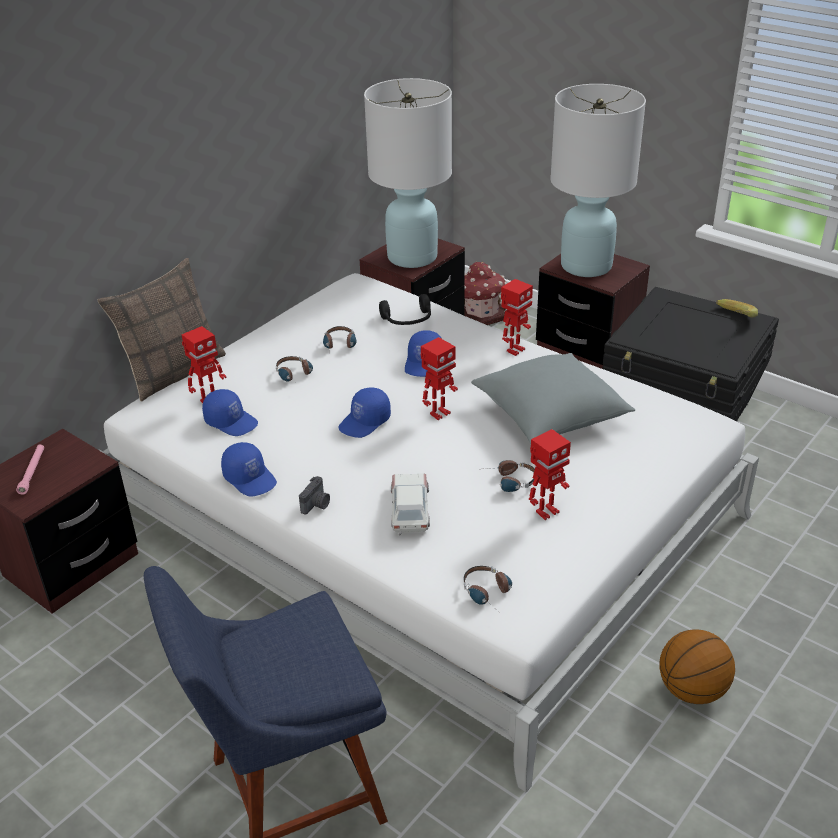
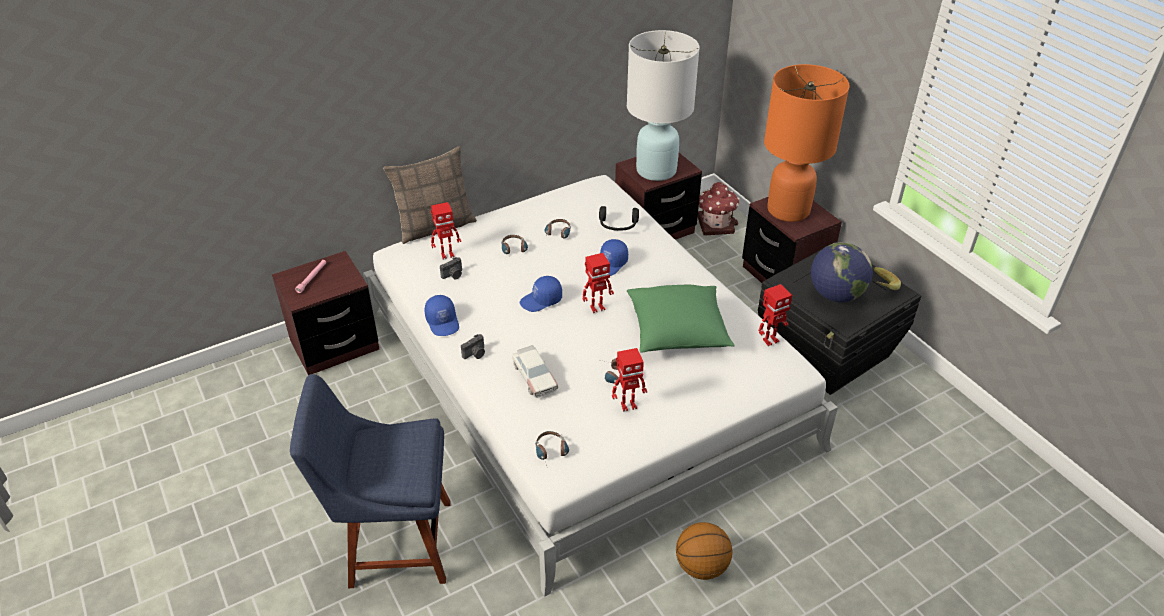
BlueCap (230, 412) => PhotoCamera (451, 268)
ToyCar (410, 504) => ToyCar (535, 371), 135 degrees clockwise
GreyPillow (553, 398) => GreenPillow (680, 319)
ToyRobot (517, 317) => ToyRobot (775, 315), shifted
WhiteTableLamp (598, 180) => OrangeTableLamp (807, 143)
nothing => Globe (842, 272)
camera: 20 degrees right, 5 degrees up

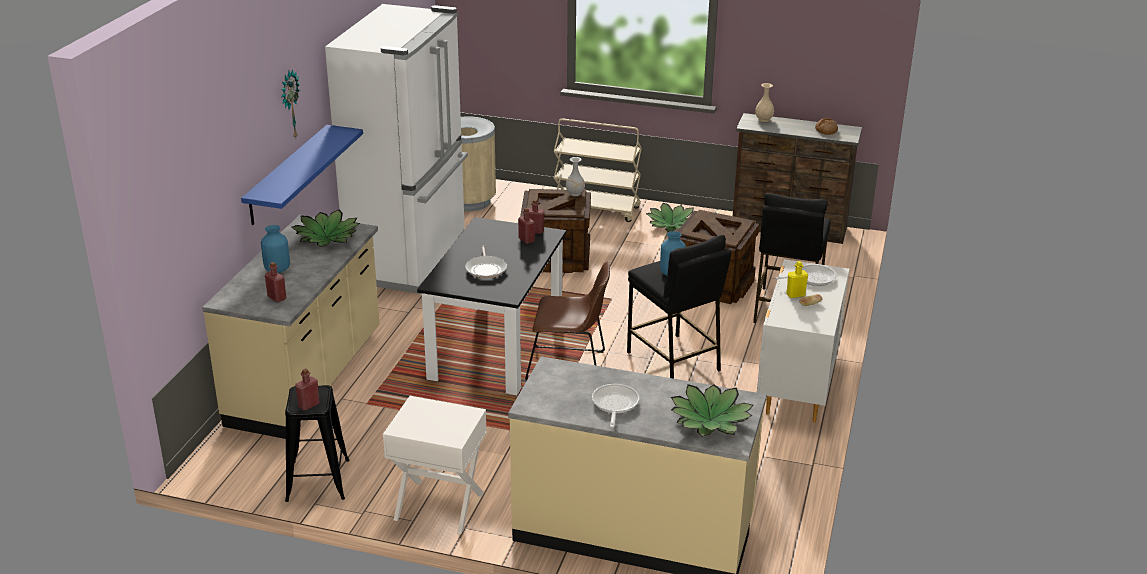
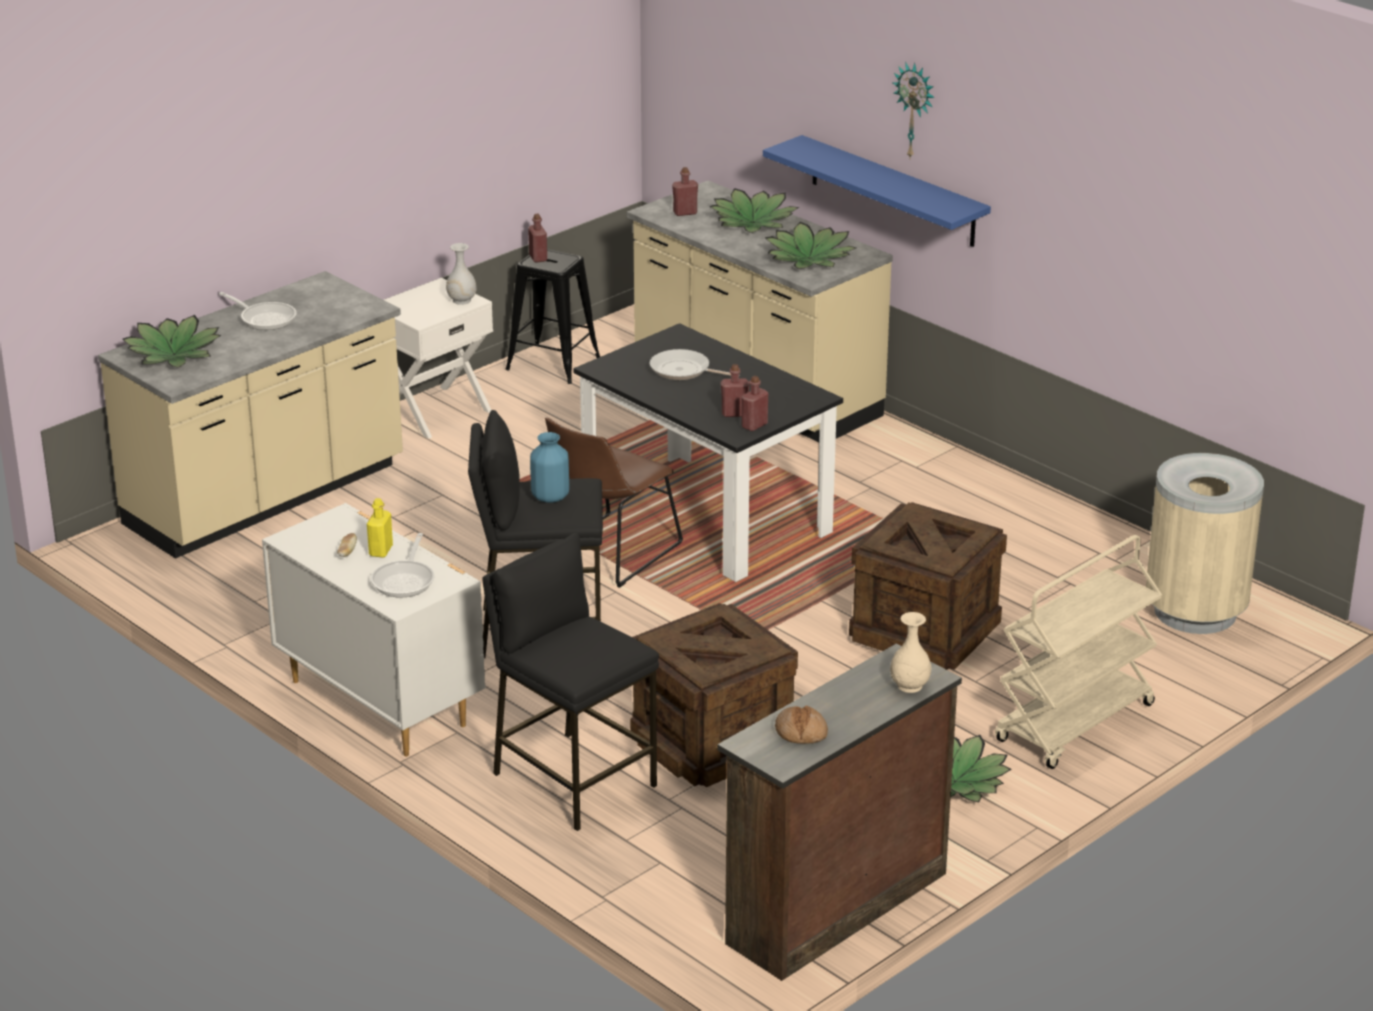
WhiteVase (575, 176) => WhiteVase (461, 274), shifted
BlueVase (275, 249) => PottedPlant (754, 210)
WhiteFridge (396, 149) => nothing
camera: 120 degrees right, 0 degrees up

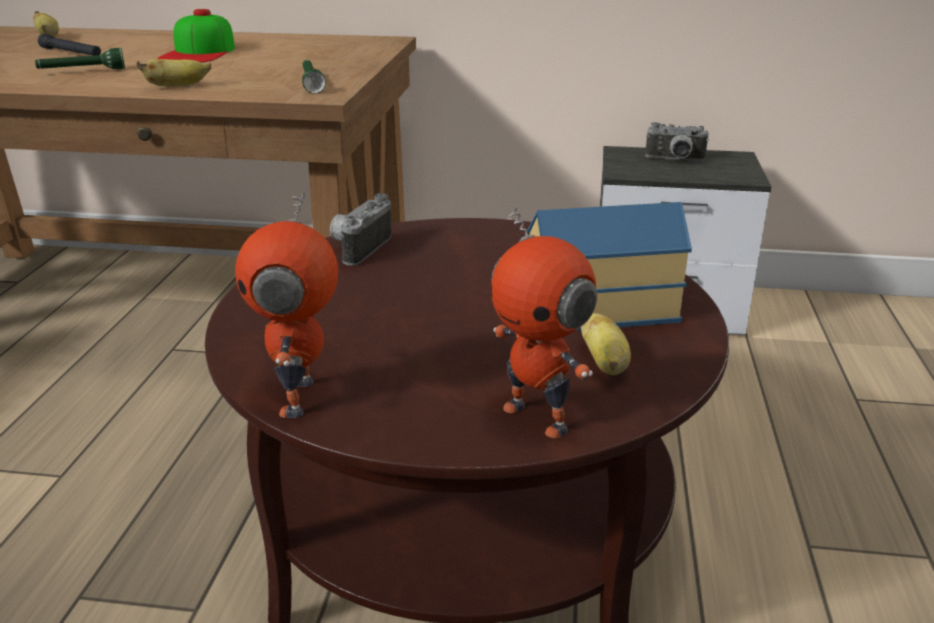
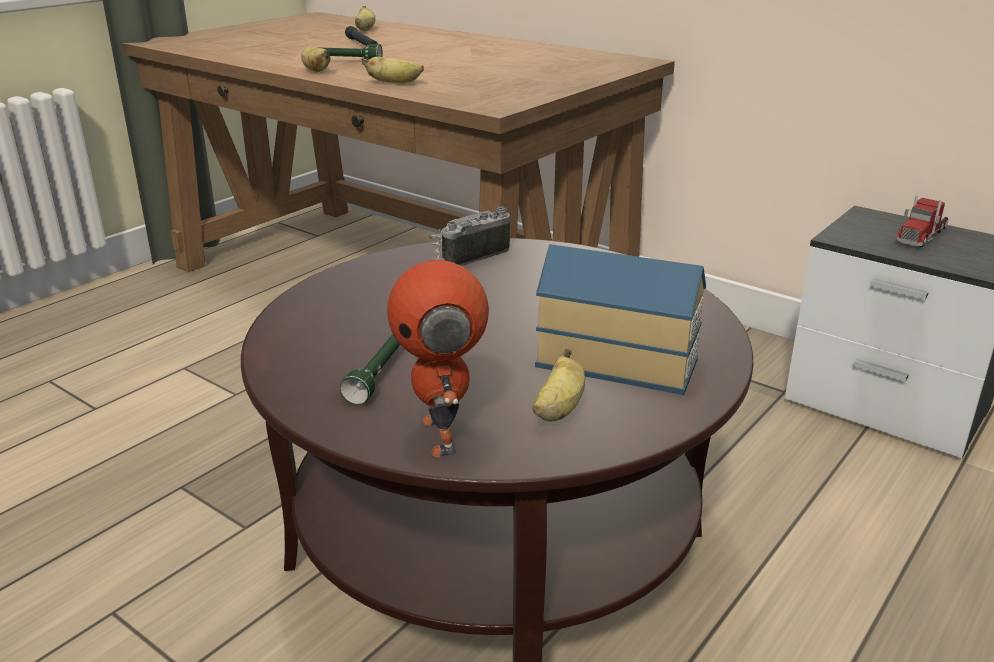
nothing => Banana (315, 59)
GreenFlashlight (314, 76) => GreenFlashlight (370, 369), shifted
PhotoCamera (677, 141) => ToyTruck (922, 221)
Cap (196, 36) => nothing
ToyRobot (286, 305) => nothing
camera: 30 degrees right, 0 degrees up

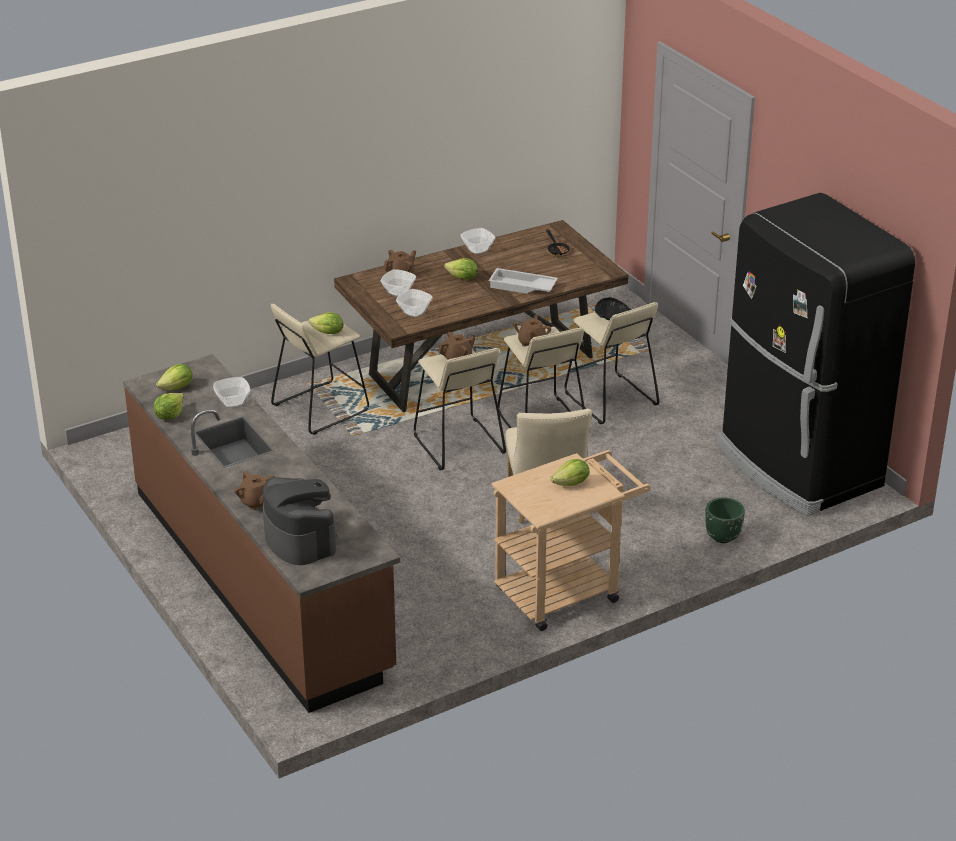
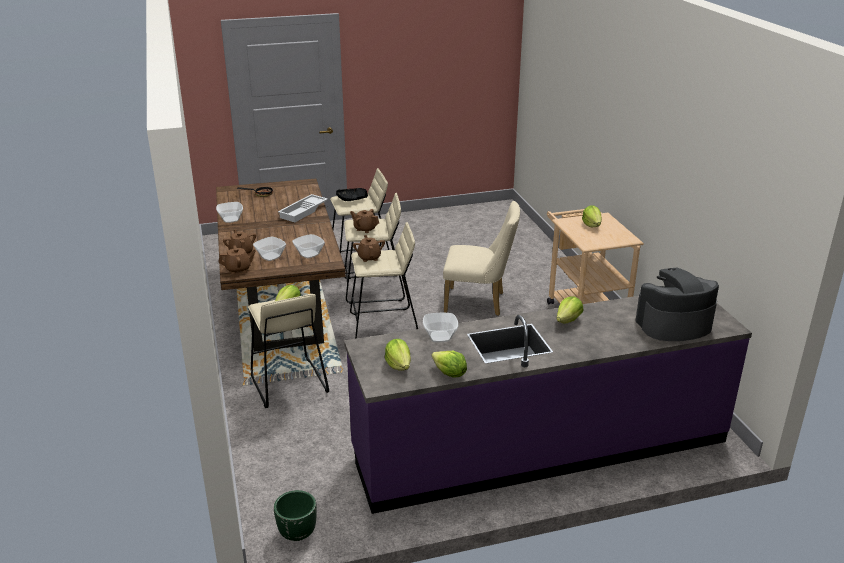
BrownTeapot (254, 490) => BrownTeapot (237, 259), shifted
GreenPlanter (725, 520) => GreenPlanter (295, 515), shifted
BrownCounter (261, 533) => PurpleCounter (548, 405)
Lettuce (461, 269) => Lettuce (570, 309), shifted
BlackFridge (816, 354) => nothing
camera: 75 degrees left, 5 degrees down

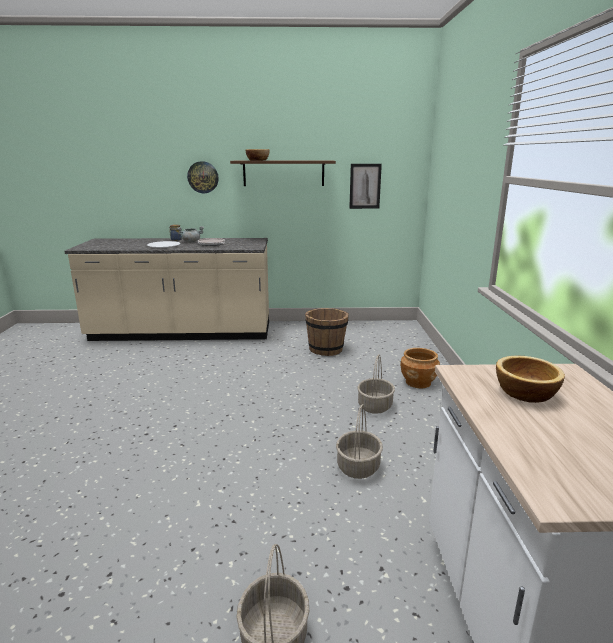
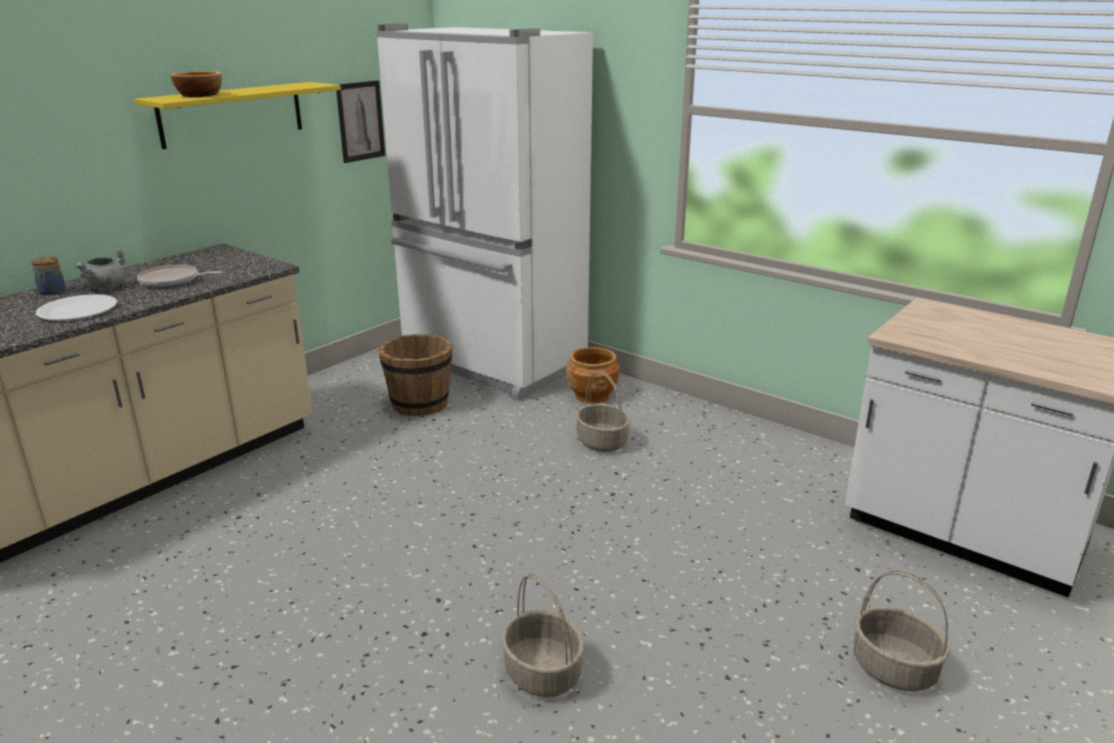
BrownShelf (283, 173) => YellowShelf (237, 115)
nothing => WhiteFridge (484, 212)
Basket (359, 441) => Basket (543, 635), shifted
WallClock (203, 177) => nothing
Bowl (530, 379) => nothing
camera: 50 degrees left, 5 degrees up

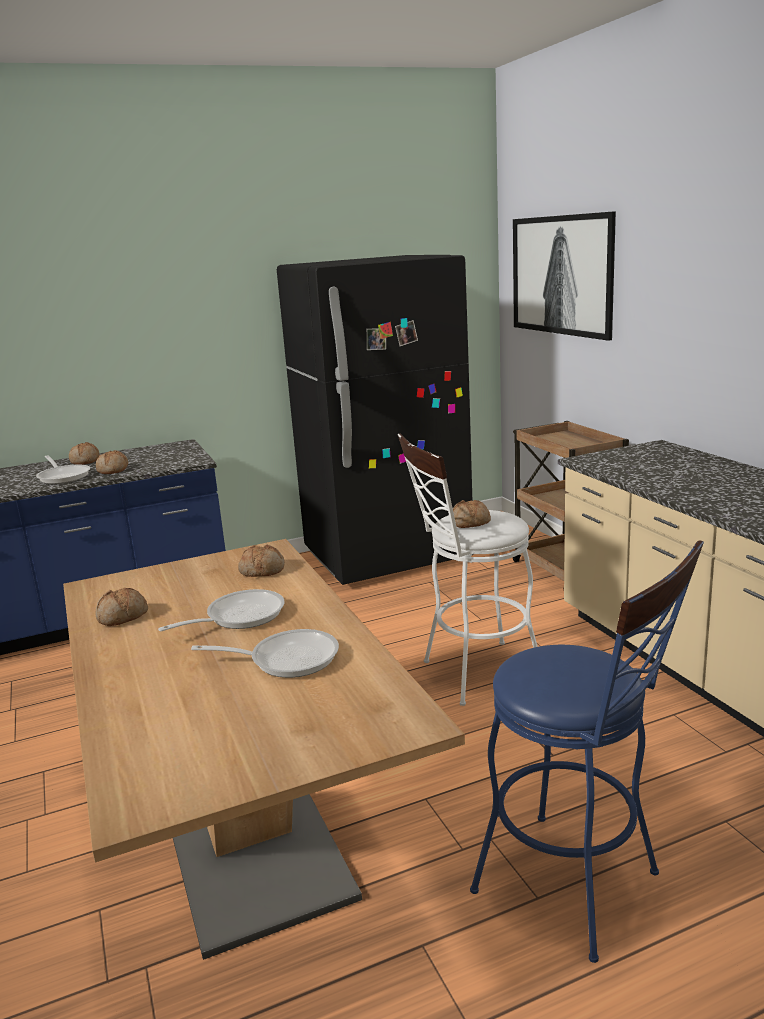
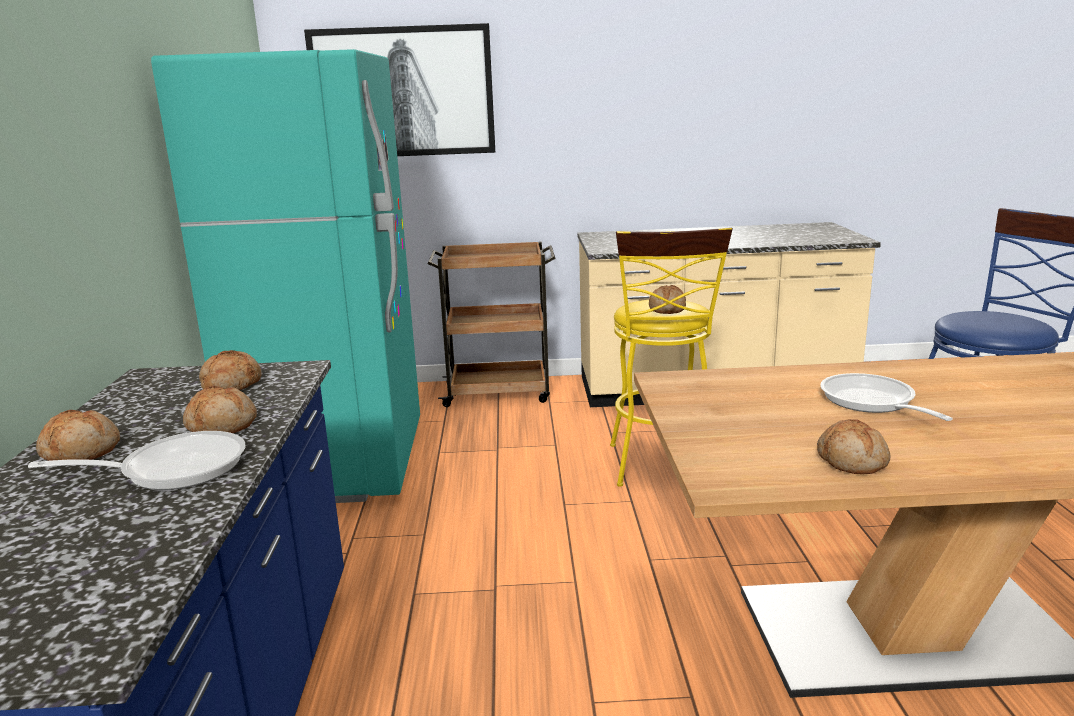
BlackFridge (375, 420) => TurquoiseFridge (285, 276)
Bread (261, 560) => Bread (230, 370), shifted
WhiteStool (468, 570) => YellowStool (671, 357)
FryingPan (265, 653) => nothing
camera: 70 degrees left, 0 degrees up

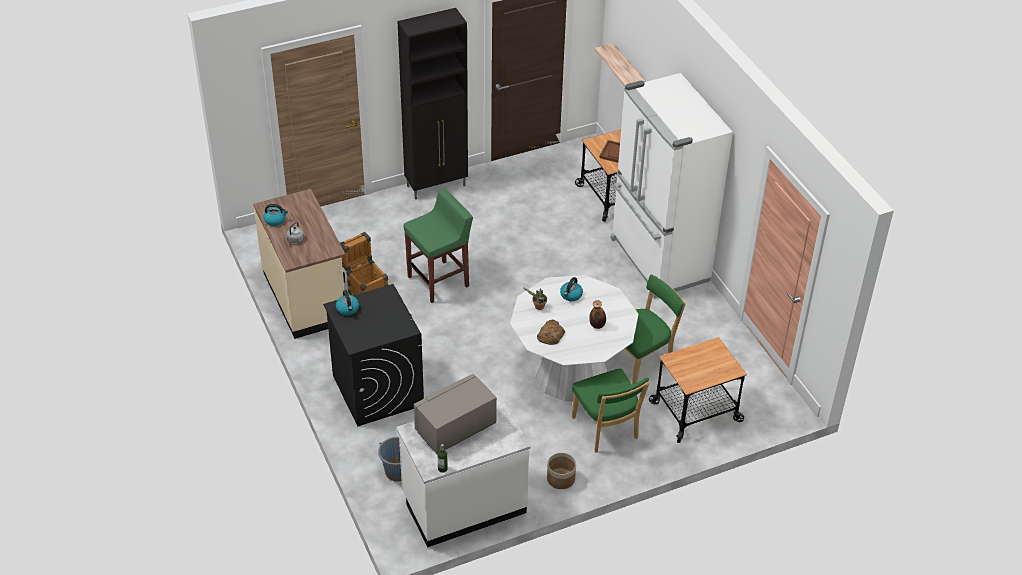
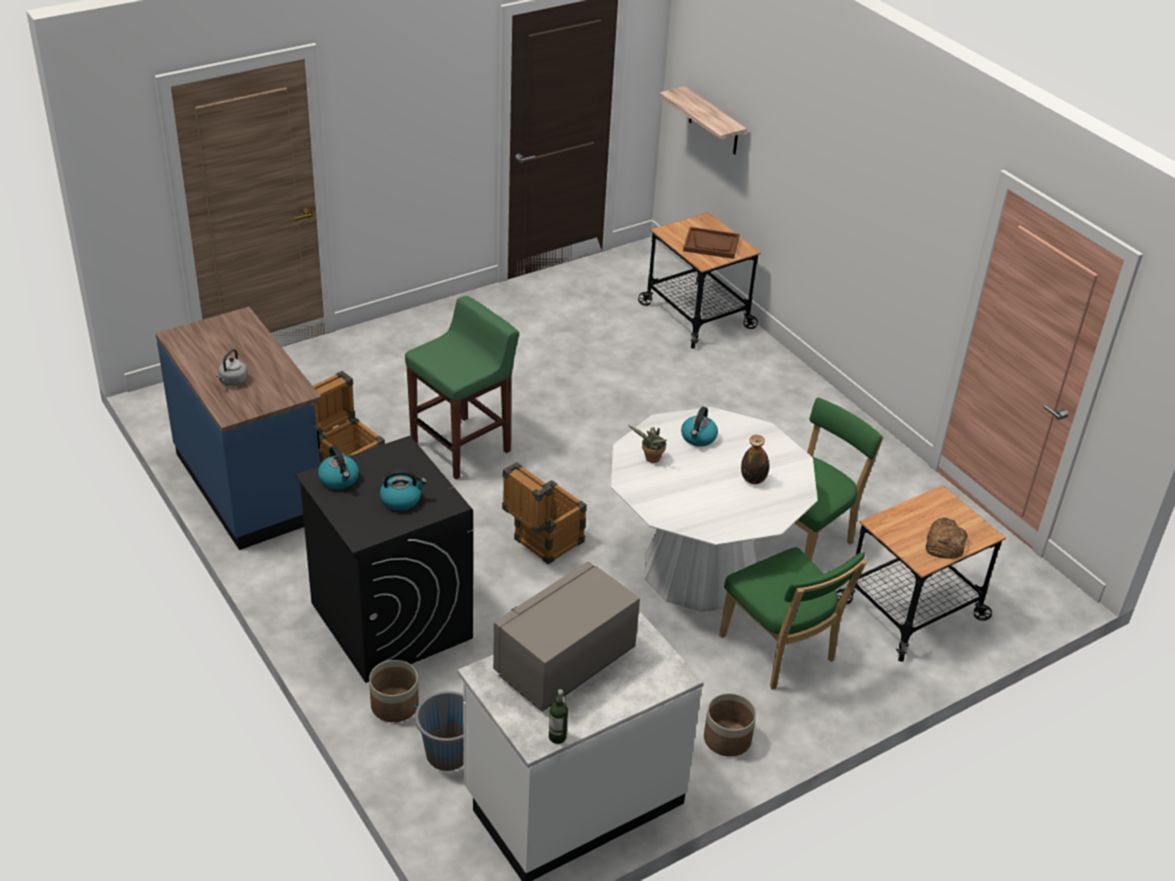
BeigeCounter (299, 264) => BlueCounter (238, 428)
nothing => Planter (394, 691)
Kettle (276, 215) => Kettle (403, 490), shifted
nothing => Crate (544, 513)
Bread (551, 332) => Bread (946, 538), shifted
BlackCabinet (432, 104) => nothing
WhiteFridge (671, 185) => nothing
camera: 10 degrees left, 5 degrees down

